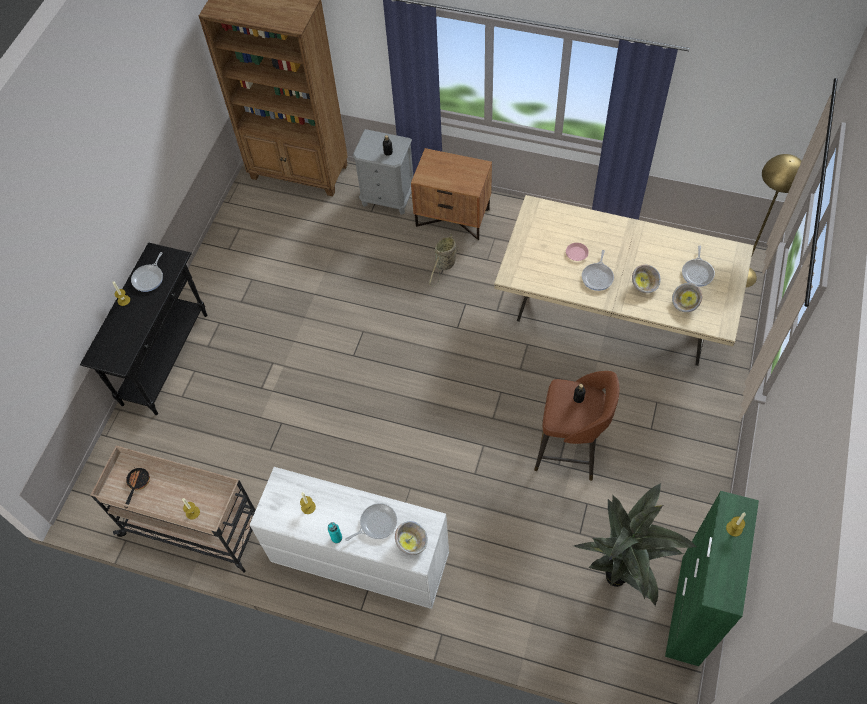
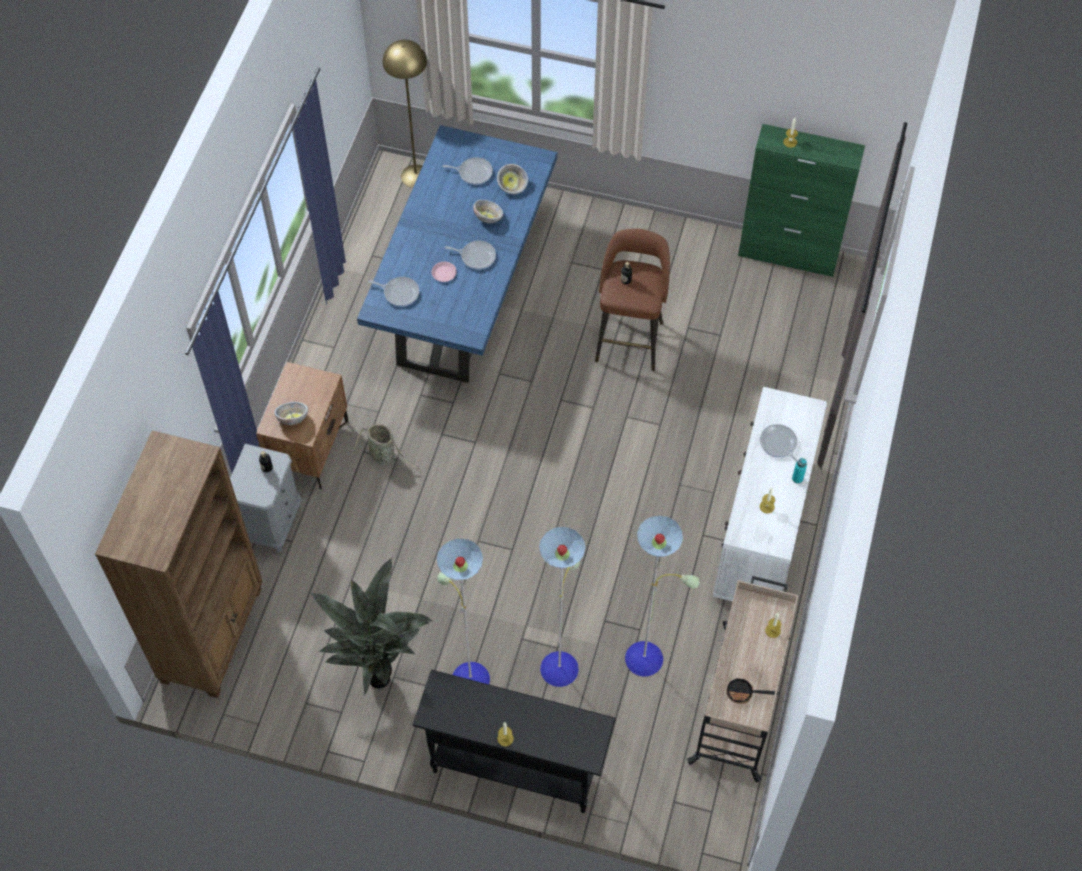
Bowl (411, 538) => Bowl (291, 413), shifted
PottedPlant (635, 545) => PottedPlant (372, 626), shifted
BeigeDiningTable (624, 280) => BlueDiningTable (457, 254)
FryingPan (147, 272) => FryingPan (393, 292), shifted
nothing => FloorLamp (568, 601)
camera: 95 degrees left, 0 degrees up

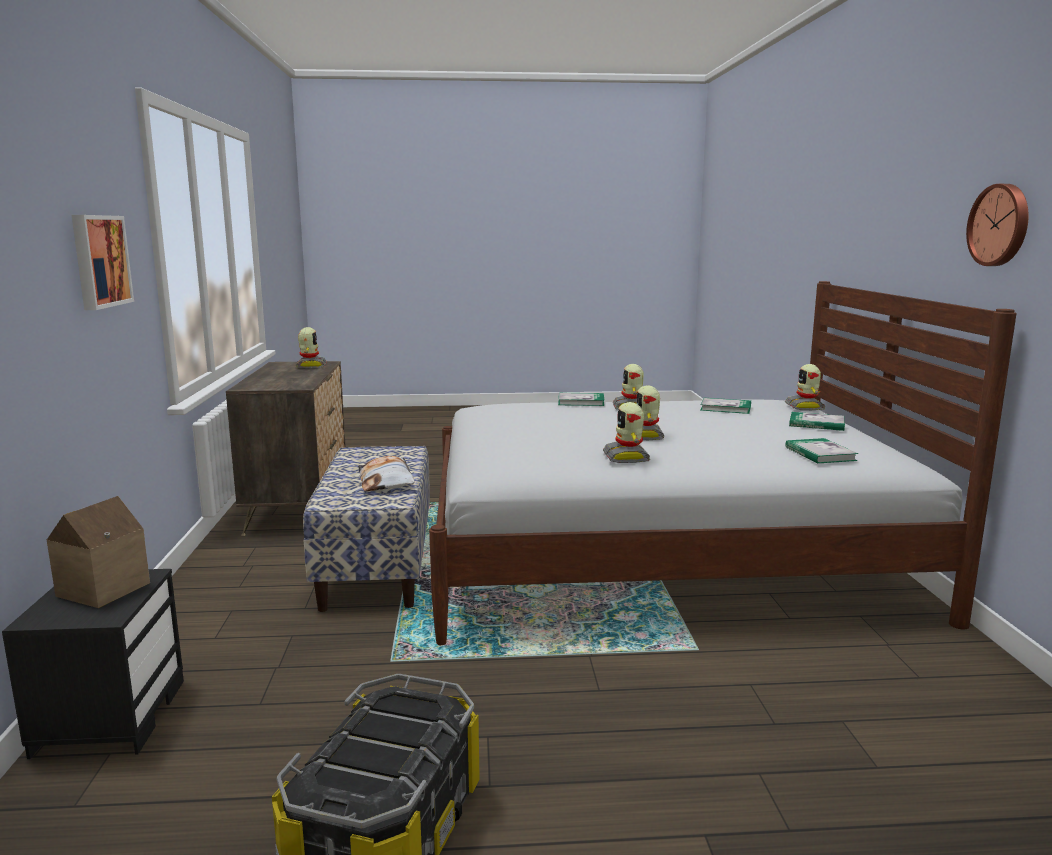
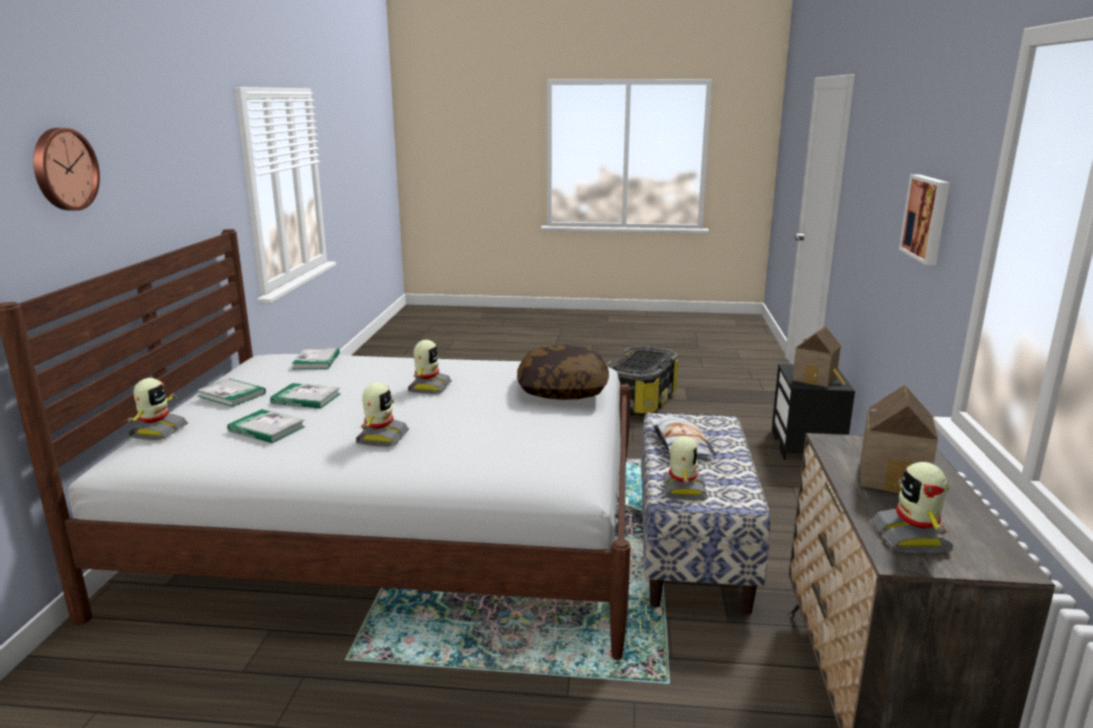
WallClock (997, 225) => WallClock (66, 169), shifted
Book (581, 399) => Book (305, 396), shifted
nothing => Pillow (563, 372)
ToyRobot (626, 432) => ToyRobot (685, 468), shifted
nothing => ToyHouse (904, 439)
camera: 170 degrees left, 5 degrees up

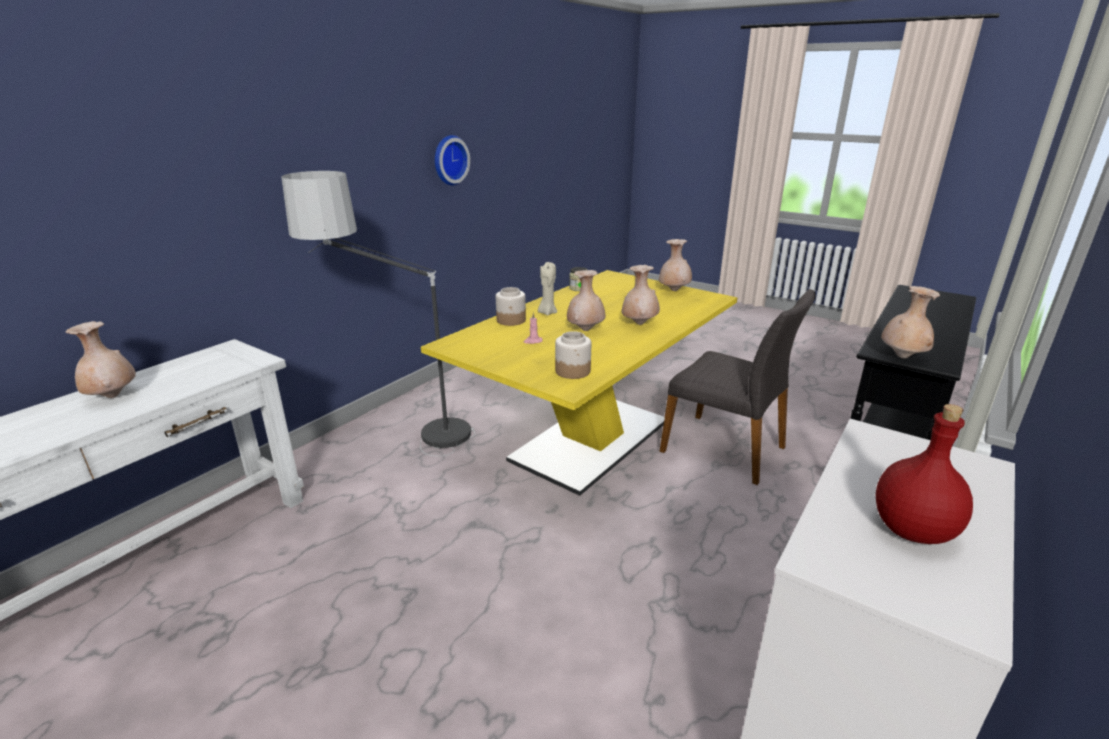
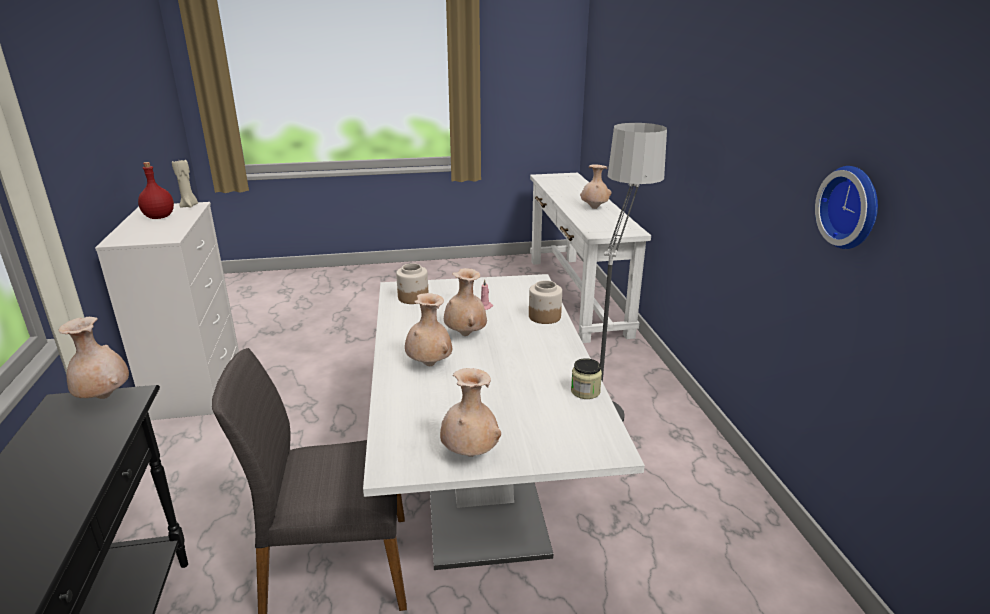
BeigeCandle (547, 288) => BeigeCandle (185, 184), shifted
YellowDiningTable (579, 383) => WhiteDiningTable (504, 422)
camera: 135 degrees right, 0 degrees up

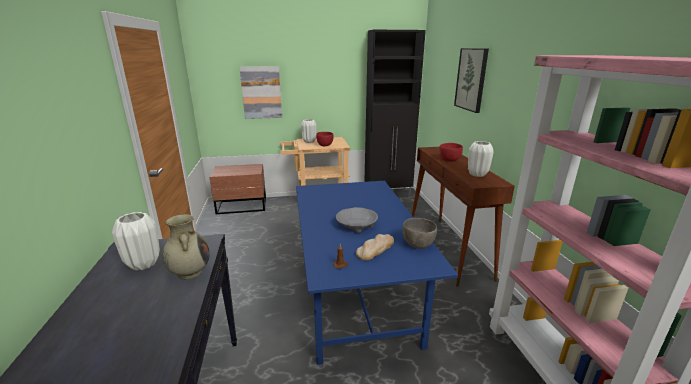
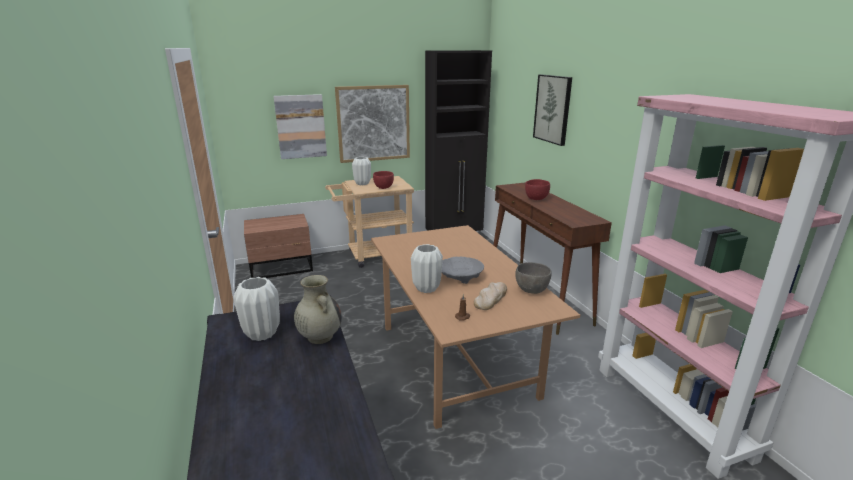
nothing => Picture (372, 124)
BlueDiningTable (377, 273) => BrownDiningTable (475, 327)
WhiteVase (481, 159) => WhiteVase (427, 268), shifted
camera: 10 degrees left, 0 degrees up

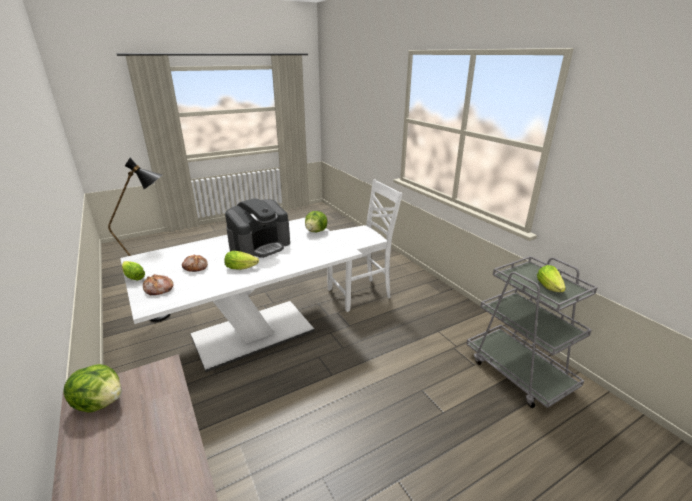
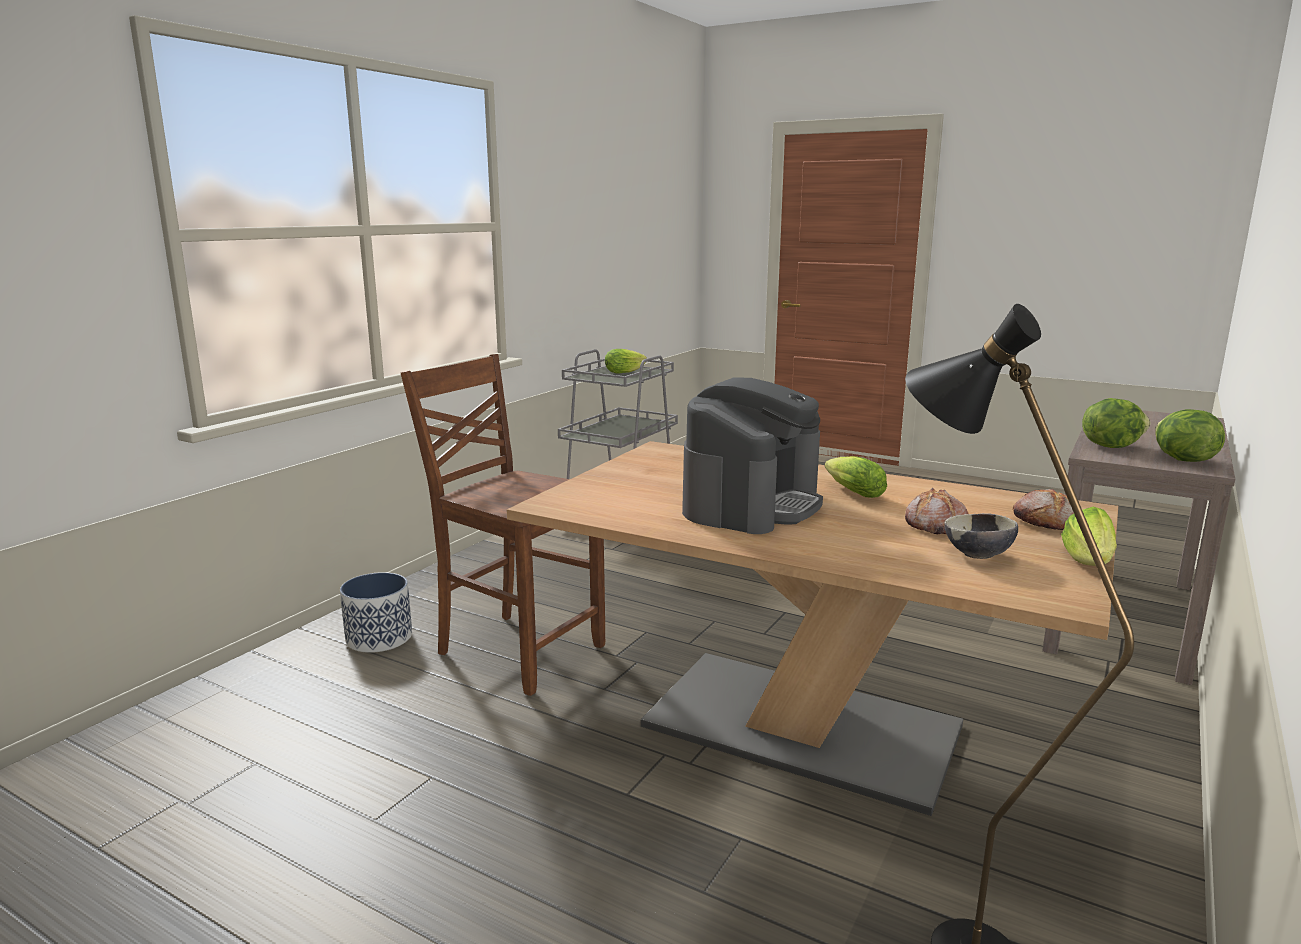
nothing => Planter (376, 612)
WhiteChair (365, 245) => BrownChair (503, 525)
WhiteDiningTable (241, 294) => BrownDiningTable (812, 628)
CoffeeMachine (257, 228) => CoffeeMachine (752, 455), 105 degrees clockwise
nothing => Bowl (981, 536)
Lettuce (316, 221) => Lettuce (1116, 423), shifted
camera: 120 degrees left, 10 degrees down

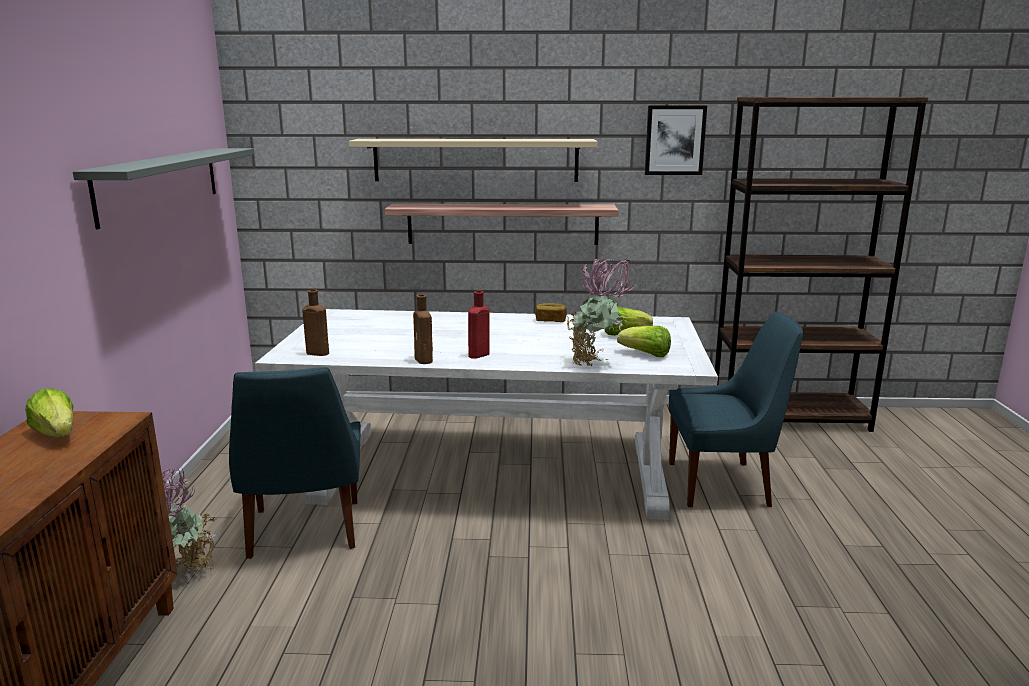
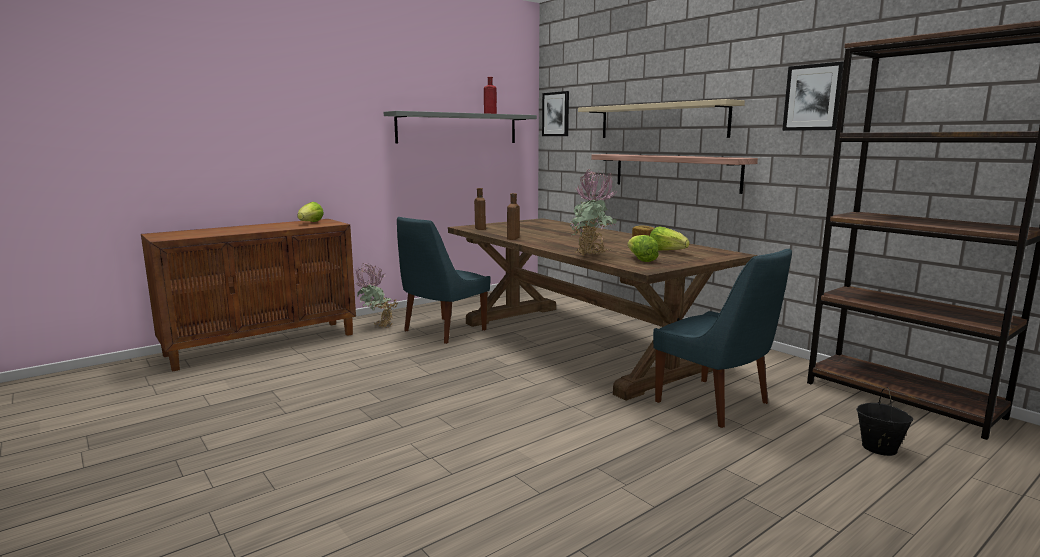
WhiteDiningTable (486, 414) => BrownDiningTable (602, 309)
RedBottle (479, 325) => RedBottle (490, 95), shifted
nothing => Picture (555, 113)
nothing => BlackBucket (884, 421)
camera: 50 degrees right, 5 degrees down

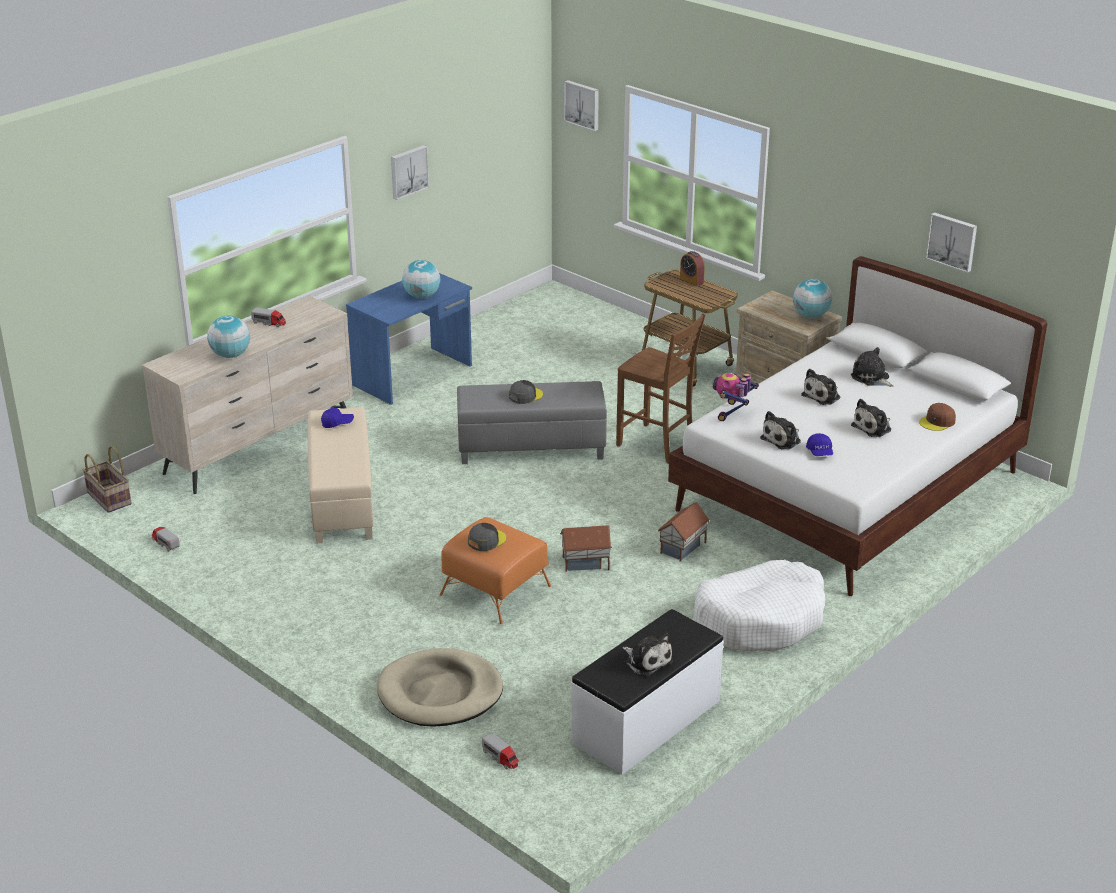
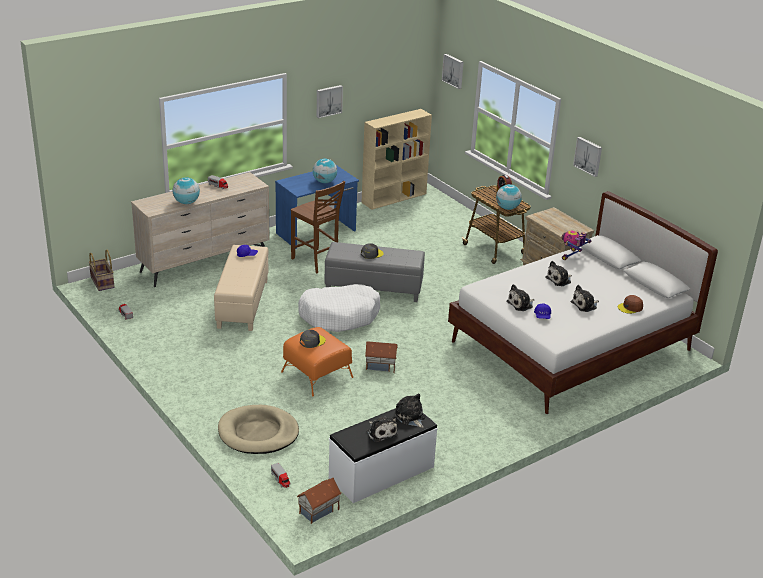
BrownChair (661, 388) => BrownChair (318, 227), shifted
ToyHouse (684, 532) => ToyHouse (319, 501), shifted
WhiteDogBed (759, 605) => WhiteDogBed (339, 308), shifted
nothing => BeigeBookcase (397, 159)
PlushToy (872, 367) => PlushToy (410, 411), shifted
Globe (812, 298) => Globe (509, 197), shifted
ToyRobot (736, 397) => ToyRobot (576, 245), shifted
Picture (951, 242) => Picture (587, 157), shifted
camera: 10 degrees right, 0 degrees up

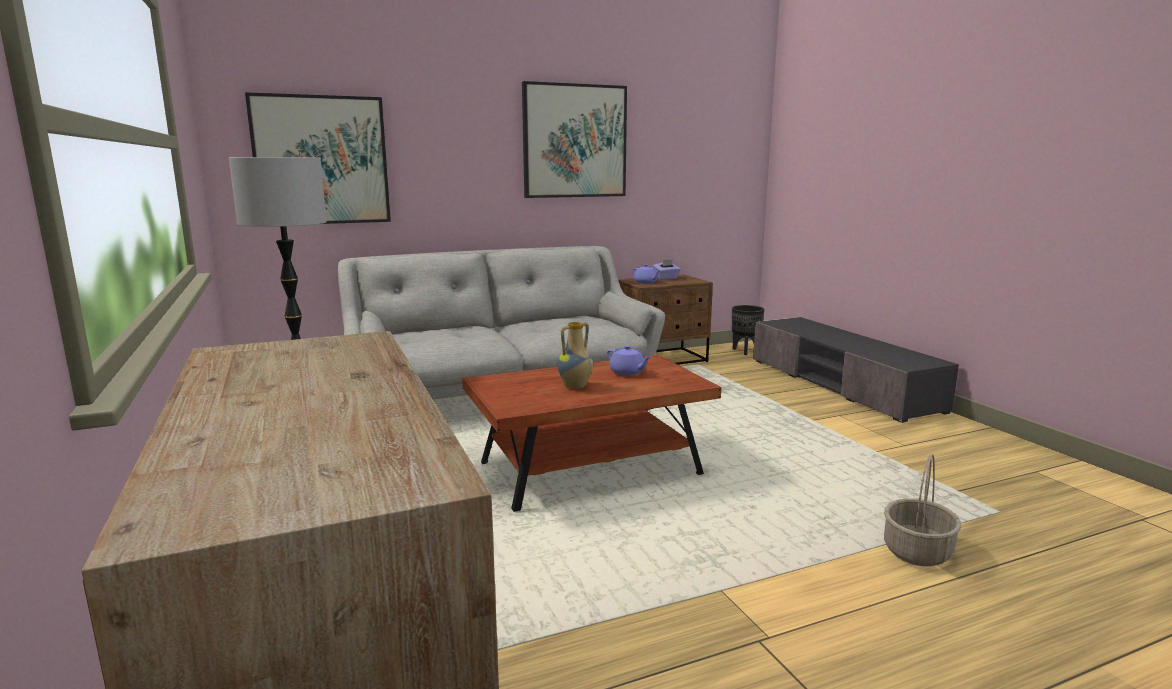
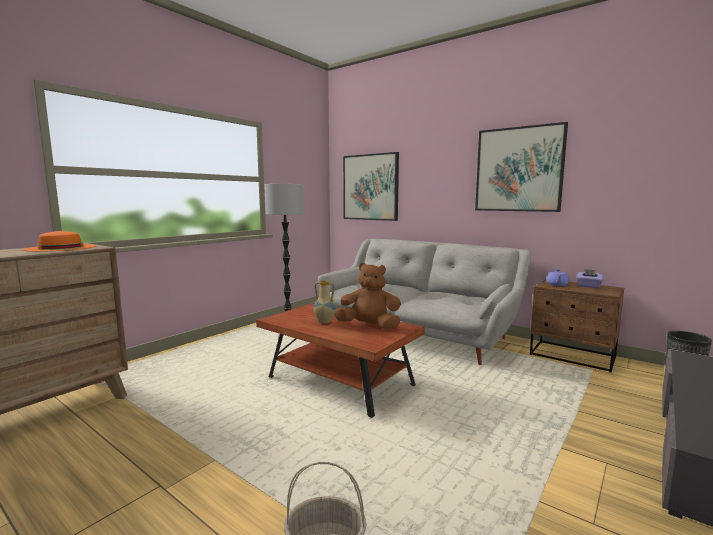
nothing => OrangeHat (59, 241)
PurpleTeapot (629, 360) => BrownPlushToy (367, 296)
camera: 60 degrees right, 5 degrees down

